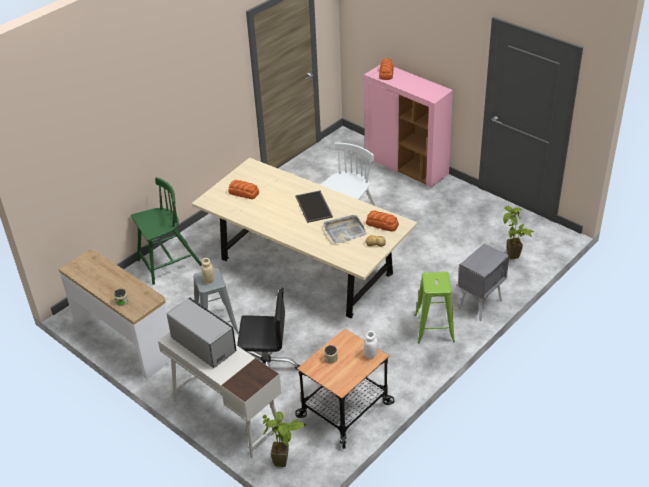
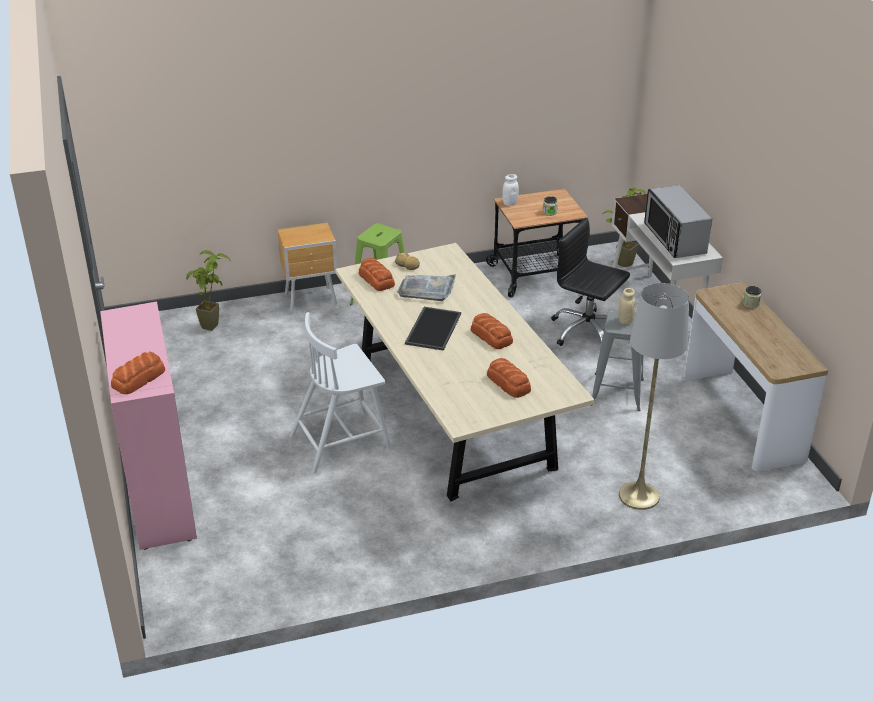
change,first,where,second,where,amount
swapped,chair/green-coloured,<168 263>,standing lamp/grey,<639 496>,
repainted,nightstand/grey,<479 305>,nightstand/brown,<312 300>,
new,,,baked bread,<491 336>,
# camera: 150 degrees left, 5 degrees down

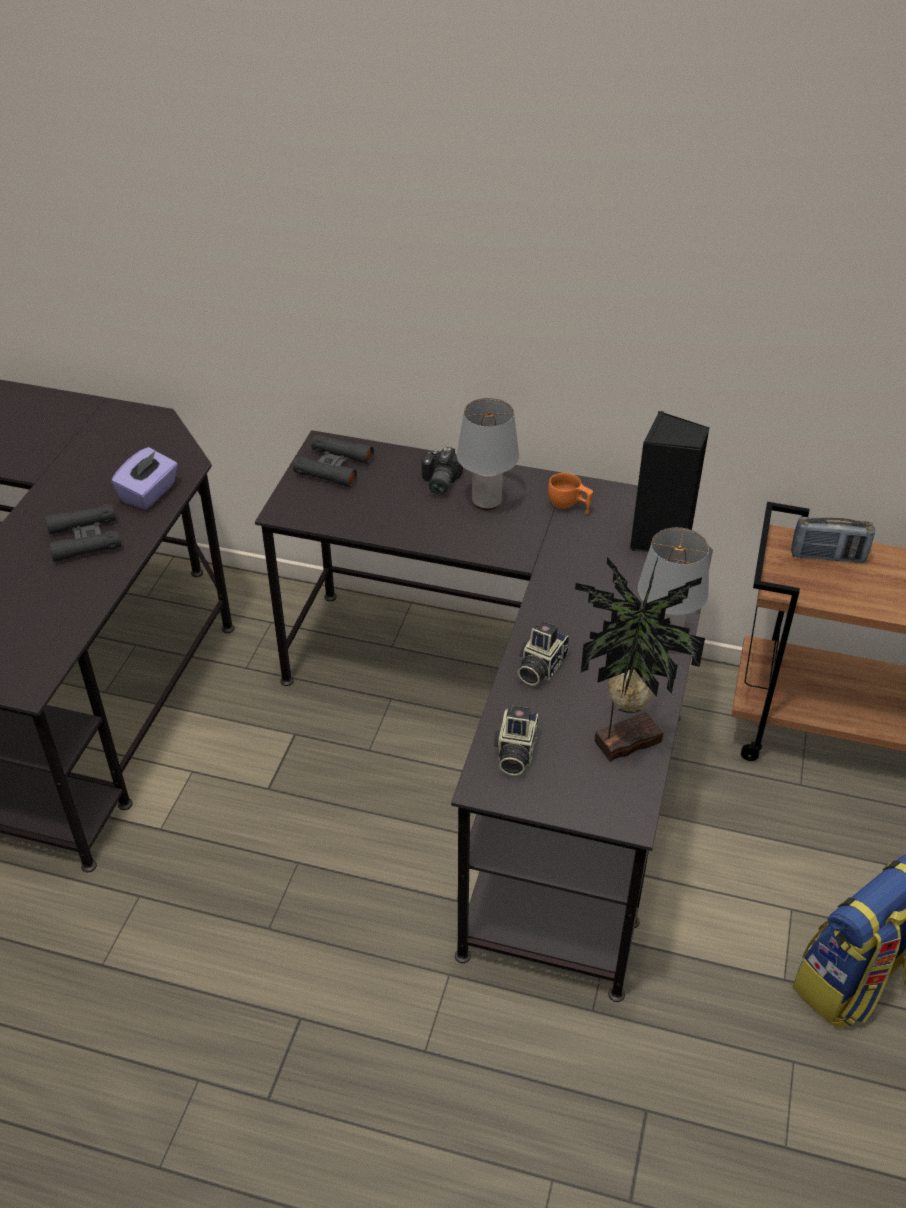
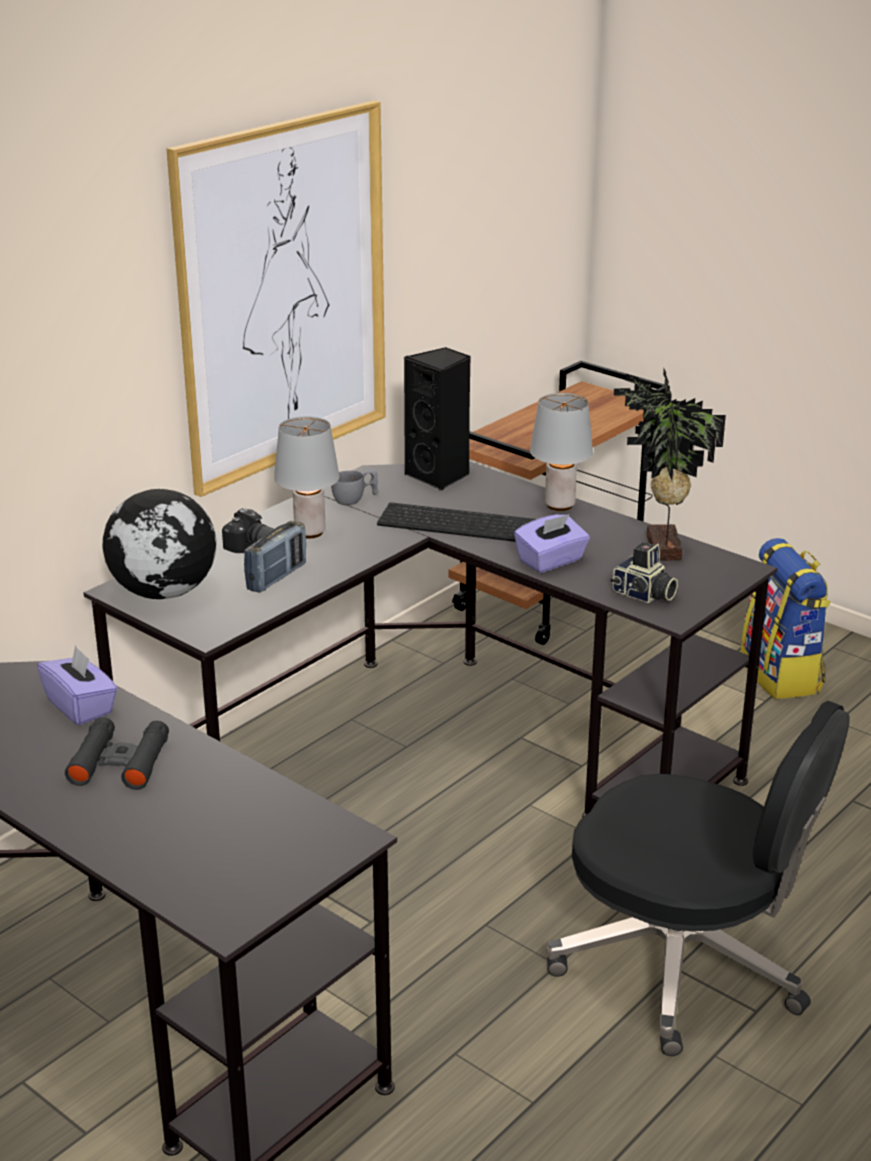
change,first,where,second,where,amount
swapped,field glasses/black,<334 467>,world globe,<165 592>,
repainted,small cup/orangey,<569 506>,small cup/grey,<355 499>,
shifted,radio set,<827 556>,,<277 577>,
swapped,photo camera,<539 667>,box of tissues/purplish,<551 561>,
new,,,wall art,<284 296>,
new,,,computer keyboard,<460 523>,
new,,,desk chair/black,<684 965>,
# camera: 65 degrees left, 15 degrees down

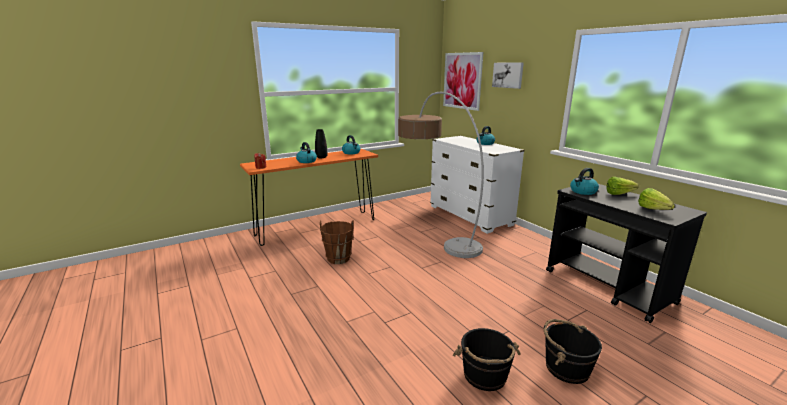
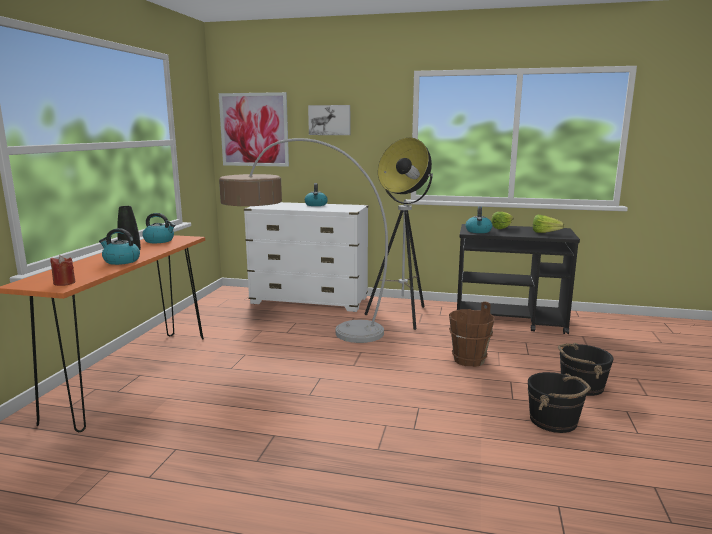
change,first,where,second,where,amount
shifted,bucket/brown,<338 258>,,<468 360>,
new,,,standing lamp,<402 316>,
# camera: 45 degrees left, 5 degrees down

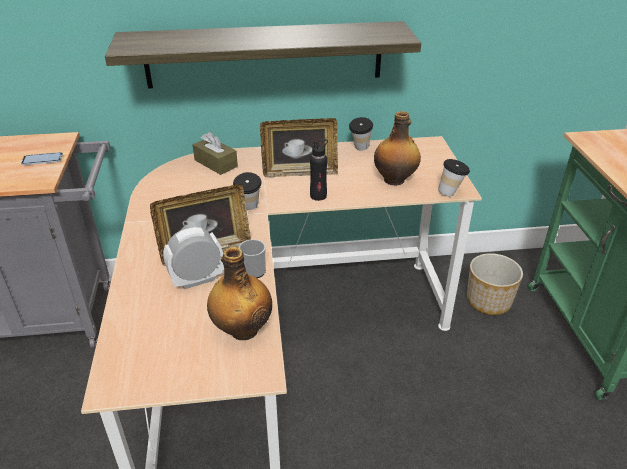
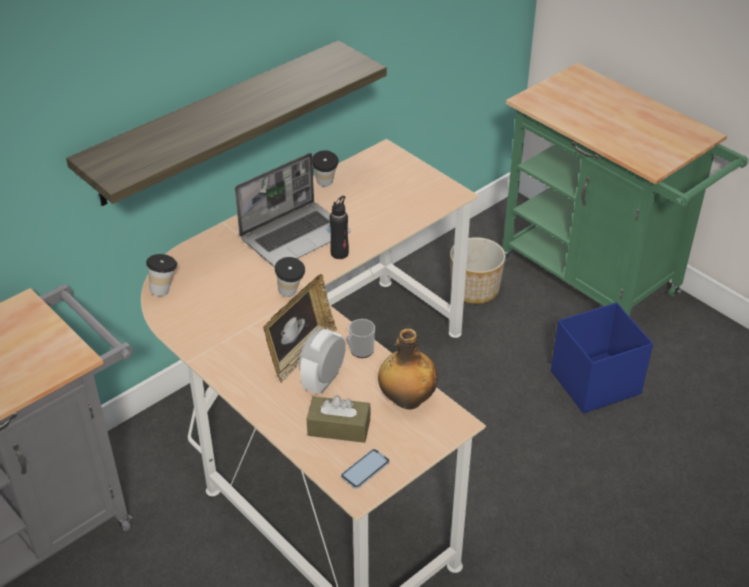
change,first,where,second,where,amount
gone,bottle,<395 180>,,,
swapped,standing frame,<300 172>,notebook computer,<295 235>,
shifted,box of tissues/brown,<216 163>,,<339 428>,
shifted,handset,<42 160>,,<365 470>,
shifted,small cup,<451 193>,,<165 289>,
new,,,storage bin/bluish,<593 383>,
# camera: 35 degrees left, 5 degrees up

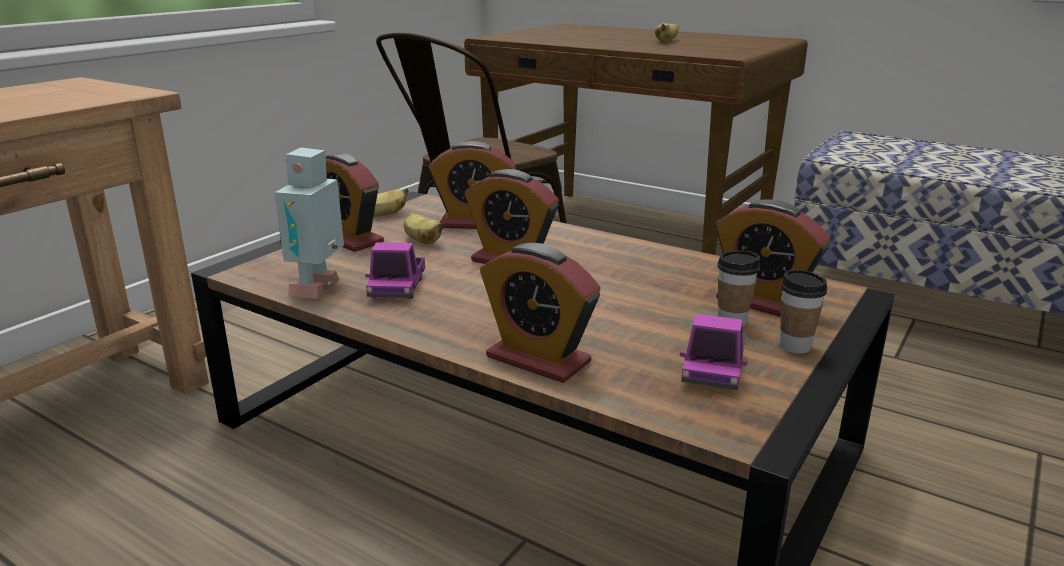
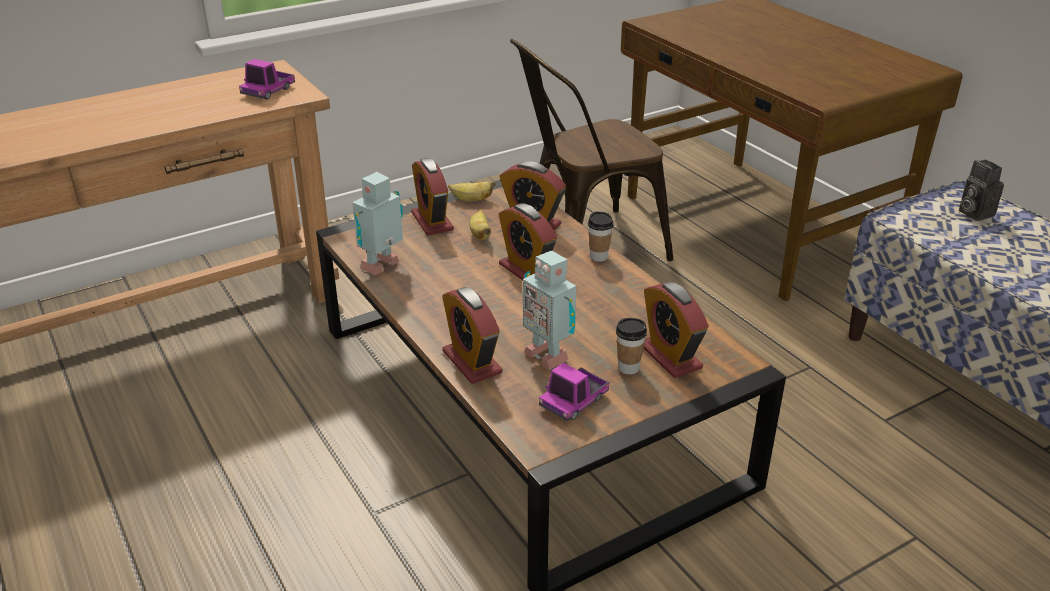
change,first,where,second,where,amount
gone,banana fruit,<666 41>,,,
shifted,toy lorry,<397 287>,,<268 91>,
shifted,small cup,<795 346>,,<599 257>,
new,,,photo camera,<973 213>,
new,,,robot figure,<548 354>,
# camera: 25 degrees right, 10 degrees up

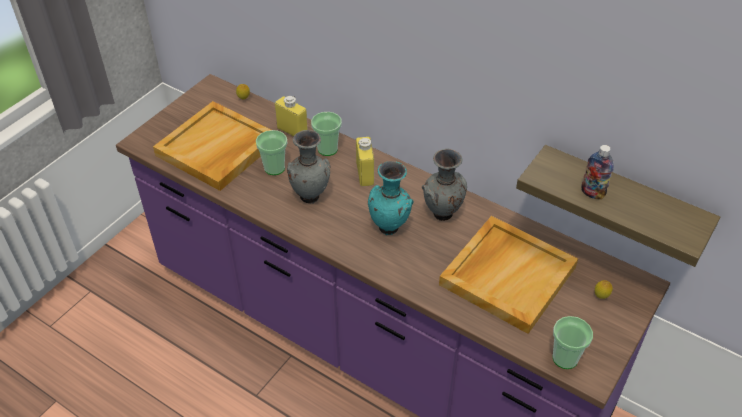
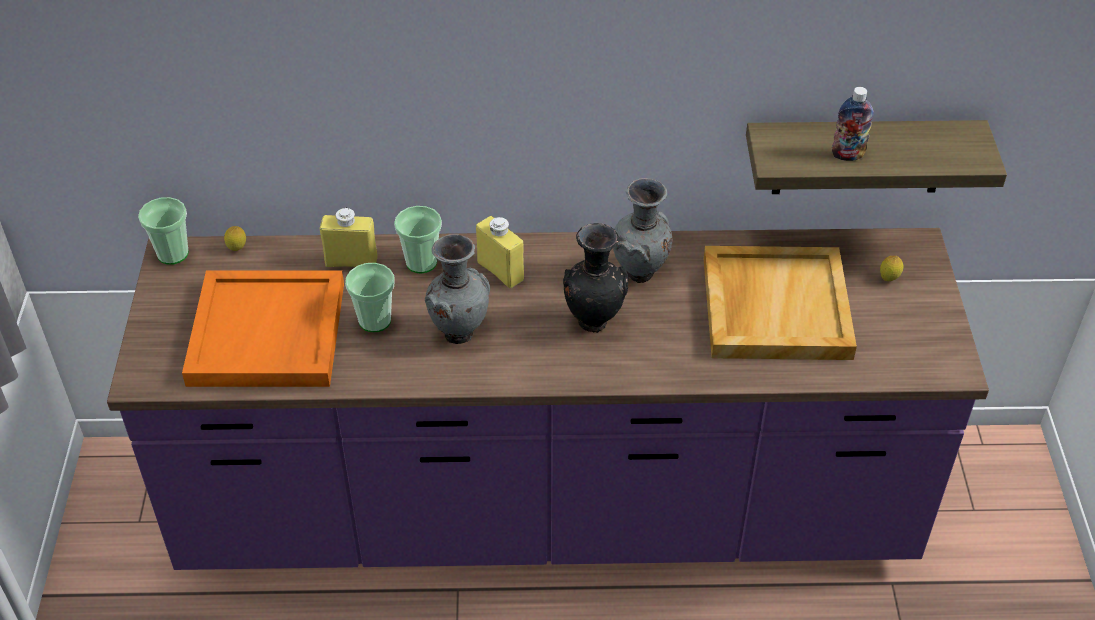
change,first,where,second,where,amount
repainted,carrying tray/beige,<217 149>,carrying tray/orangey,<268 334>,
repainted,decorative vase/blue-green,<390 228>,decorative vase/black,<594 321>,
shifted,small cup,<565 358>,,<173 254>,
# camera: 35 degrees left, 0 degrees up

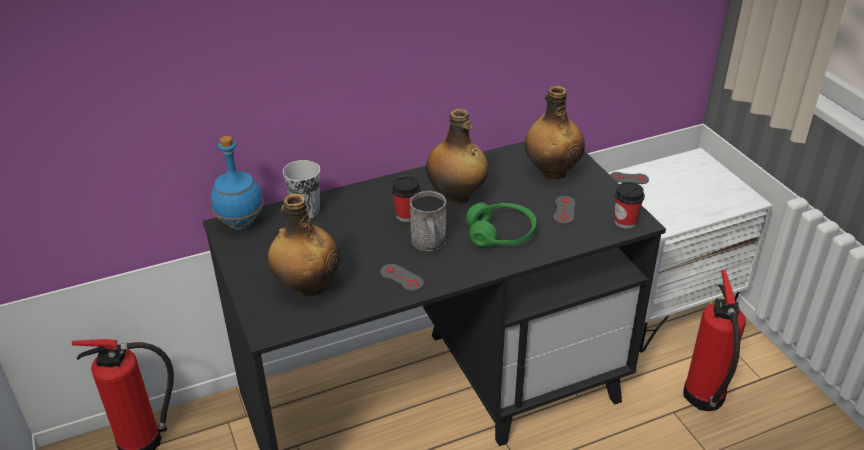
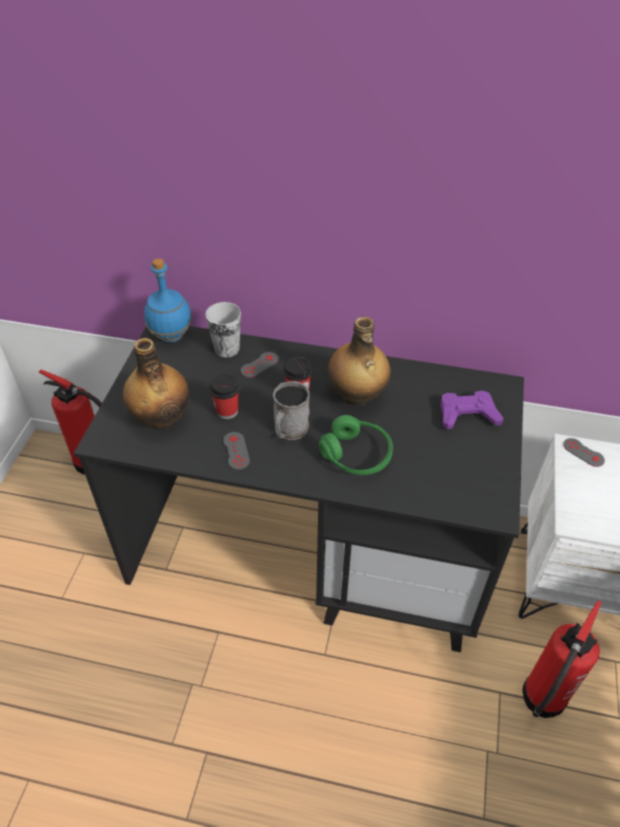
change,first,where,second,where,amount
swapped,bottle,<552 171>,game controller/purplish,<467 414>,
shifted,small cup,<625 222>,,<227 411>,
shifted,game controller/grey,<564 210>,,<259 365>,
# camera: 35 degrees right, 10 degrees up

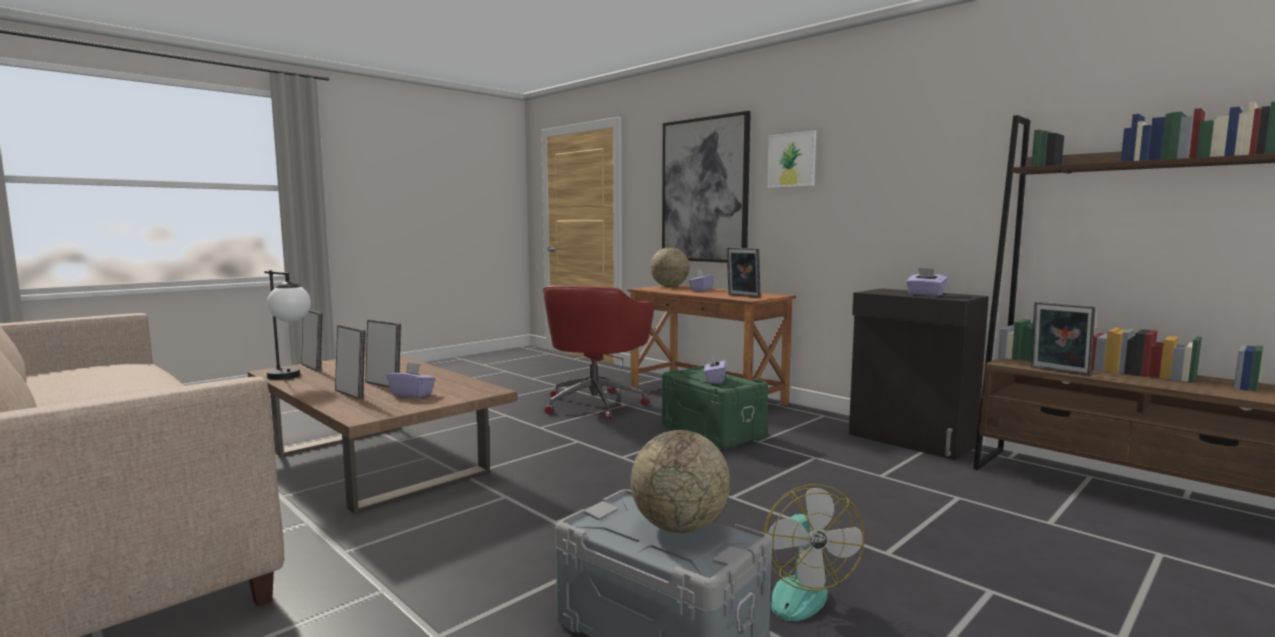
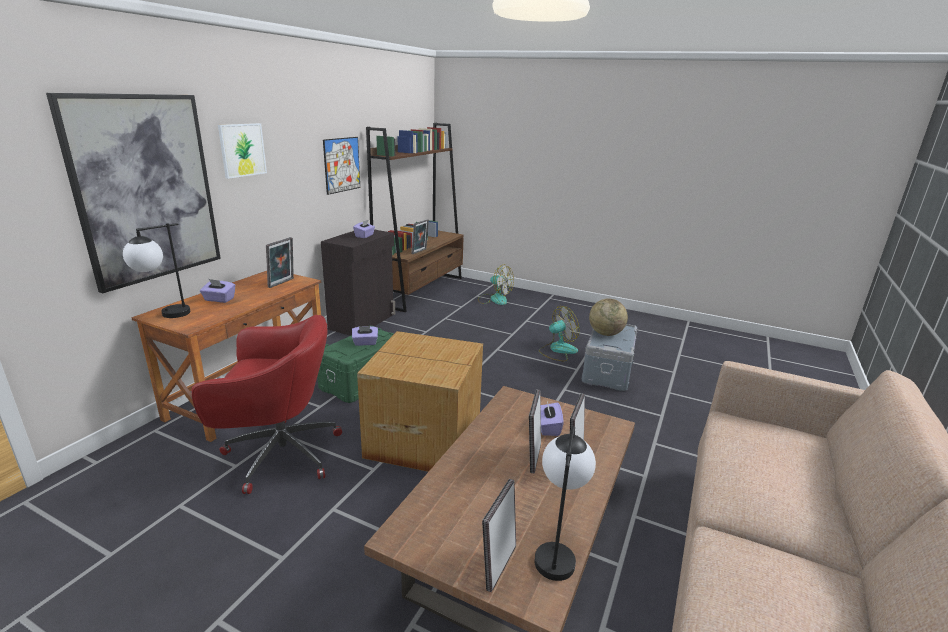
change,first,where,second,where,amount
swapped,world globe,<669 286>,tabletop lamp,<165 316>,
new,,,wall art,<342 165>,
new,,,electric fan,<494 299>,
new,,,cardboard box,<423 437>,
# camera: 110 degrees left, 15 degrees up

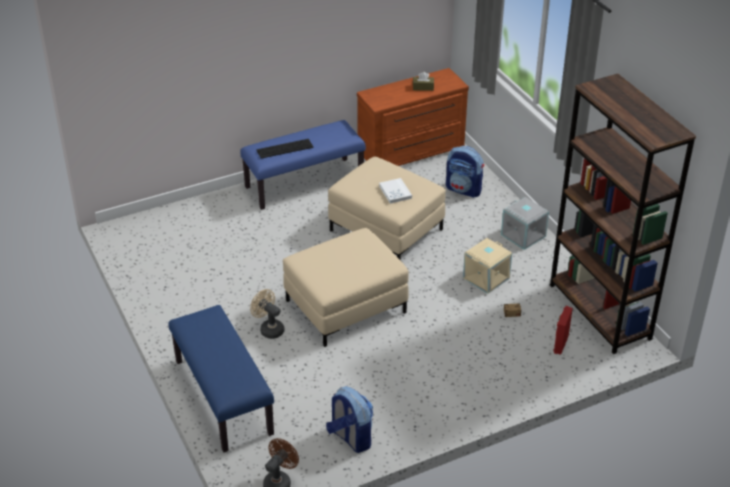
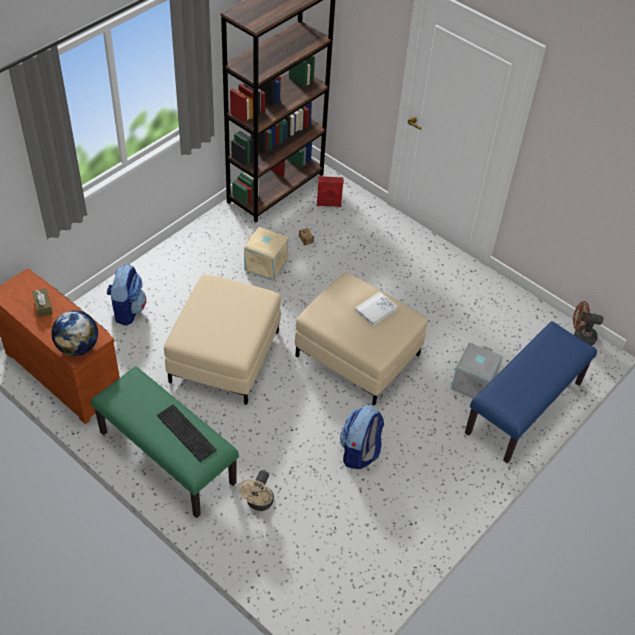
change,first,where,second,where,amount
repainted,indoor bench/bluish,<304 183>,indoor bench/green-coloured,<166 458>,
shifted,book/white,<395 192>,,<376 310>,
shifted,storage bin/grey,<524 235>,,<472 383>,
shifted,electric fan/beige,<269 329>,,<258 503>,
shifted,rucksack,<350 438>,,<360 452>,
new,,,world globe,<77 347>,
# camera: 115 degrees left, 10 degrees up

